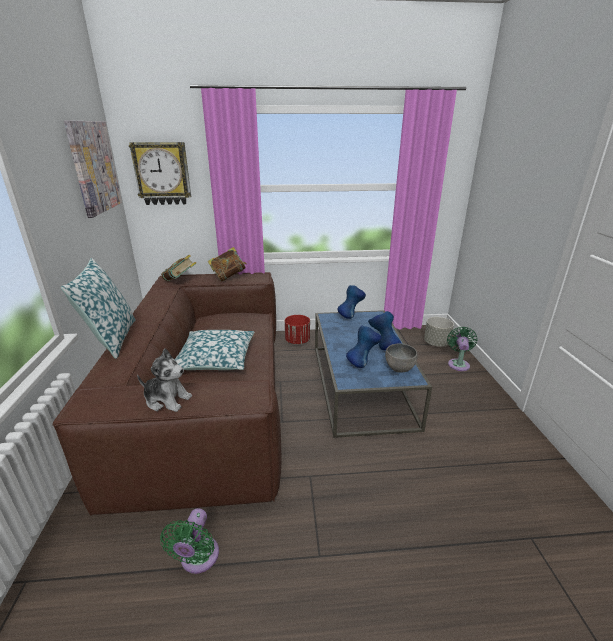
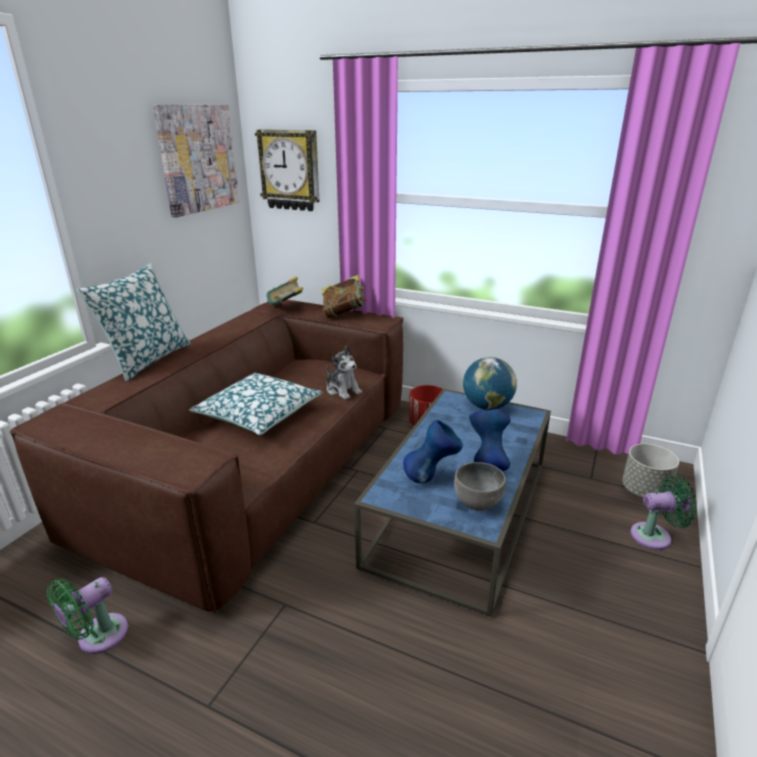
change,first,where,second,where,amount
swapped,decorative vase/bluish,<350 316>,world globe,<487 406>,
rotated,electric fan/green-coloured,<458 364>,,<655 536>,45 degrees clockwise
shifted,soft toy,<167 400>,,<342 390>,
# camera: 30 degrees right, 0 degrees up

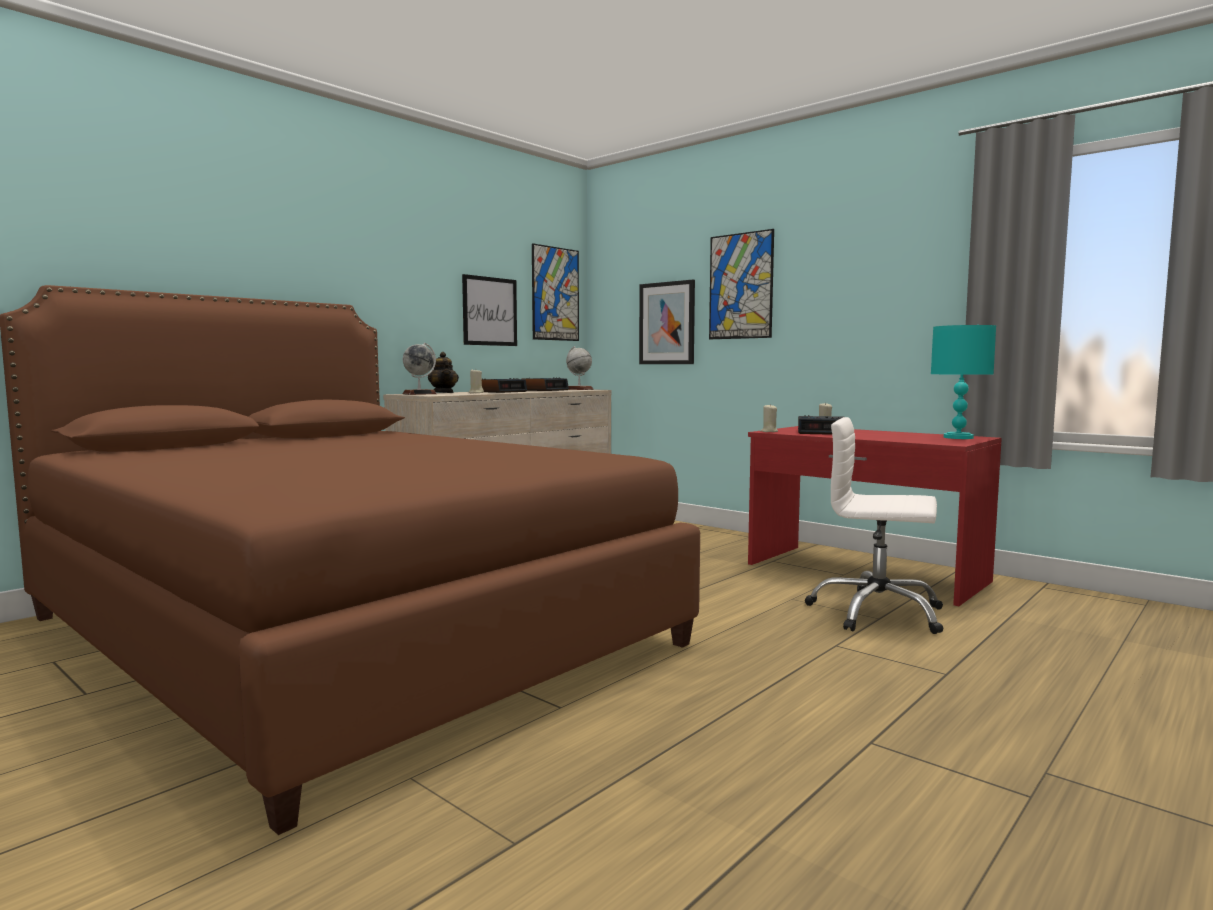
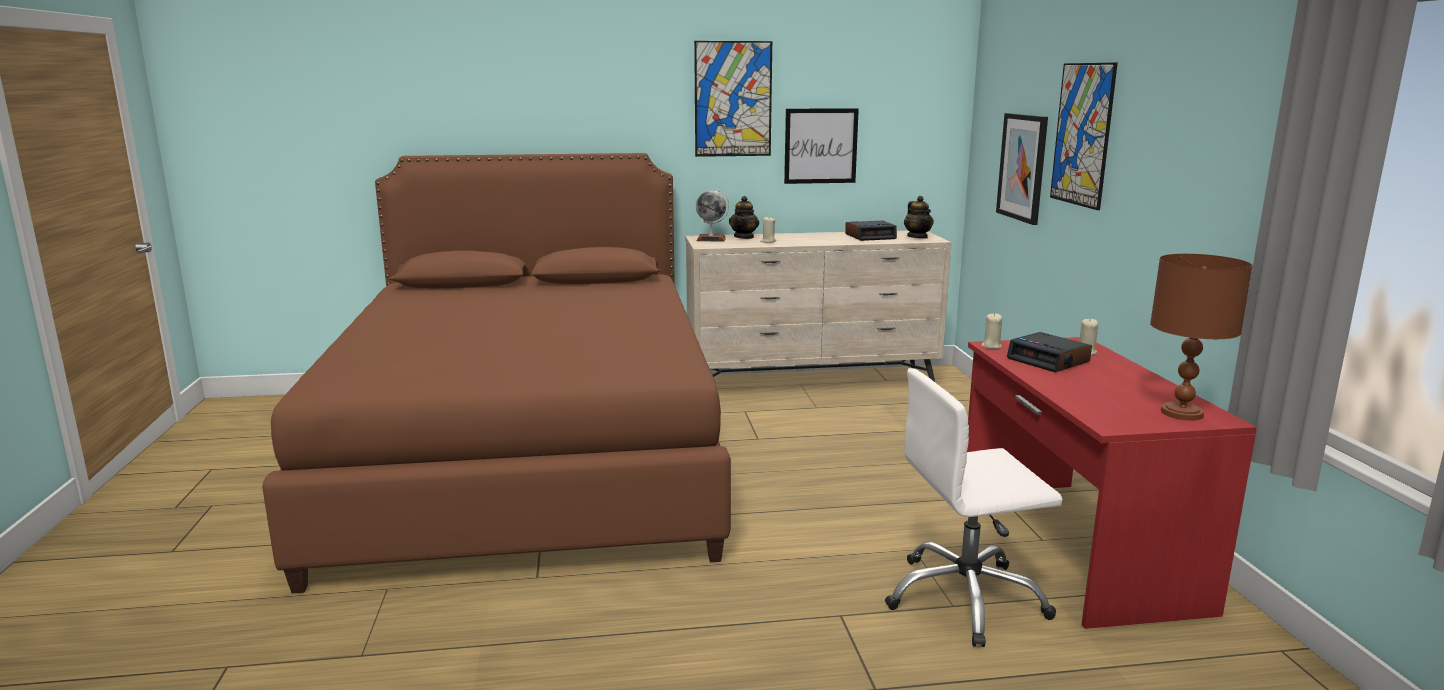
change,first,where,second,where,amount
shifted,wall art,<555 294>,,<733 99>,
repainted,tabletop lamp/blue-green,<957 437>,tabletop lamp/brown,<1180 413>,
swapped,world globe,<579 389>,teapot,<917 237>,
gone,bedside clock,<501 391>,,,
rotated,desk chair/white,<876 613>,,<965 599>,75 degrees counterclockwise
# camera: 40 degrees right, 10 degrees up

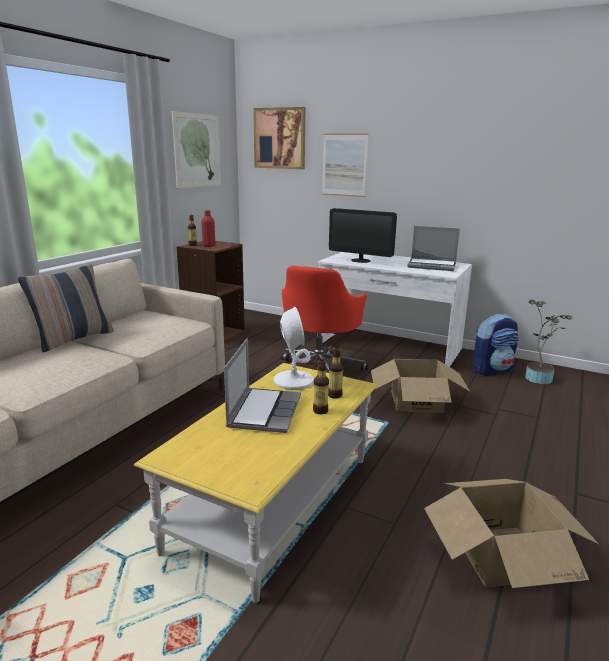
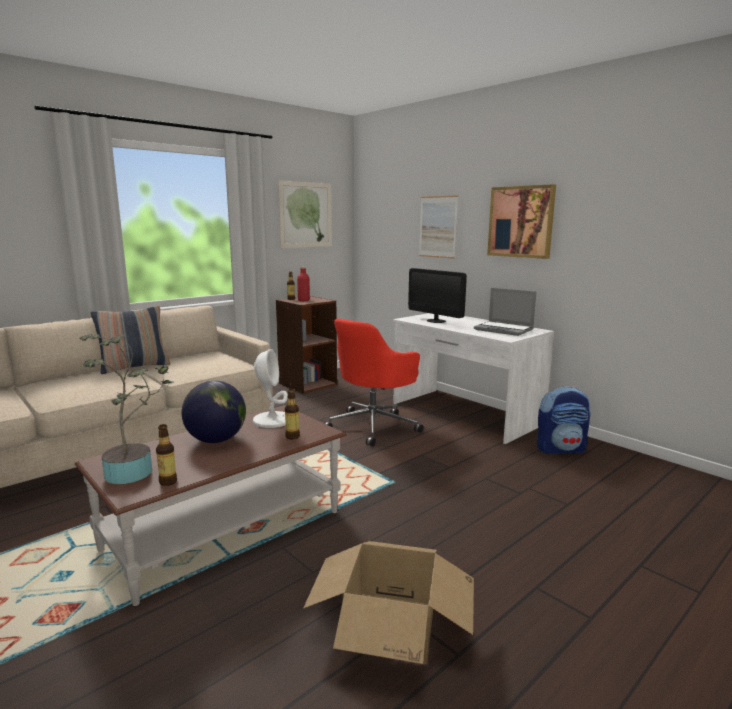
change,first,where,second,where,amount
shifted,wall art,<280 138>,,<521 222>,
shifted,potted plant,<539 377>,,<134 471>,
swapped,notebook computer,<264 411>,world globe,<216 440>,
shifted,bottle,<320 411>,,<168 482>,
gone,cardboard box,<416 401>,,,
repainted,coffee table/yellowish,<274 502>,coffee table/brown,<225 530>,
# camera: 20 degrees right, 5 degrees down

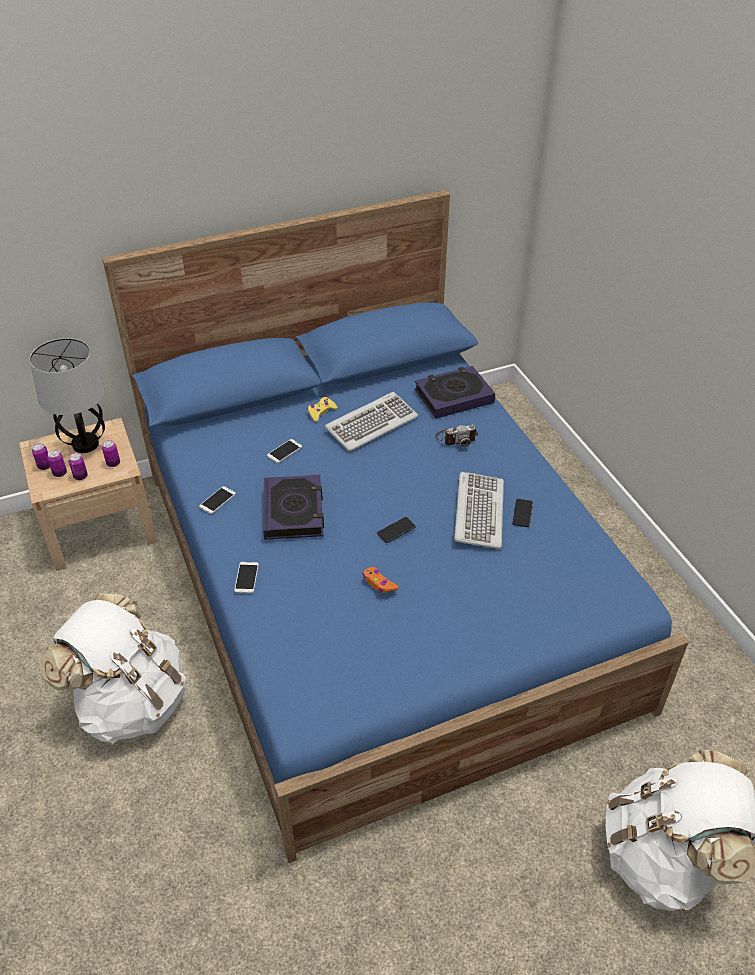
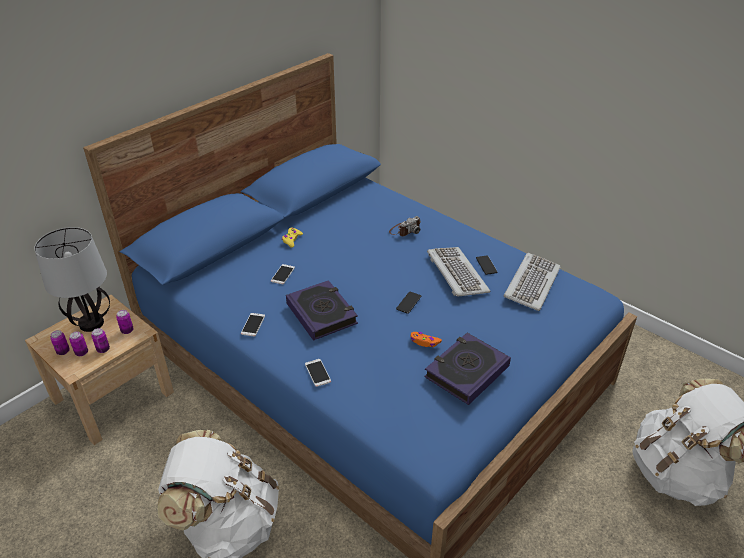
change,first,where,second,where,amount
shifted,book,<453 396>,,<466 371>,
shifted,computer keyboard,<371 424>,,<531 283>,
# camera: 25 degrees left, 5 degrees down

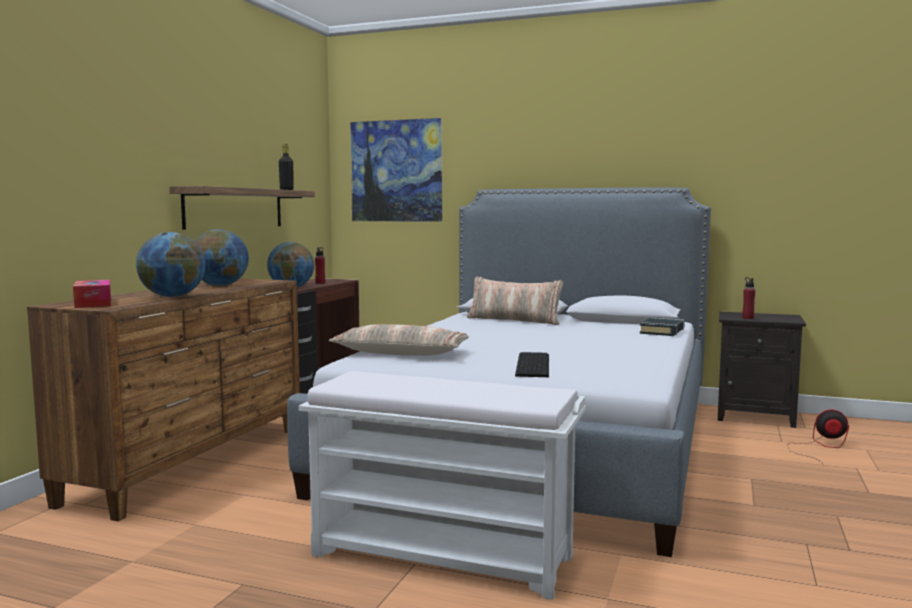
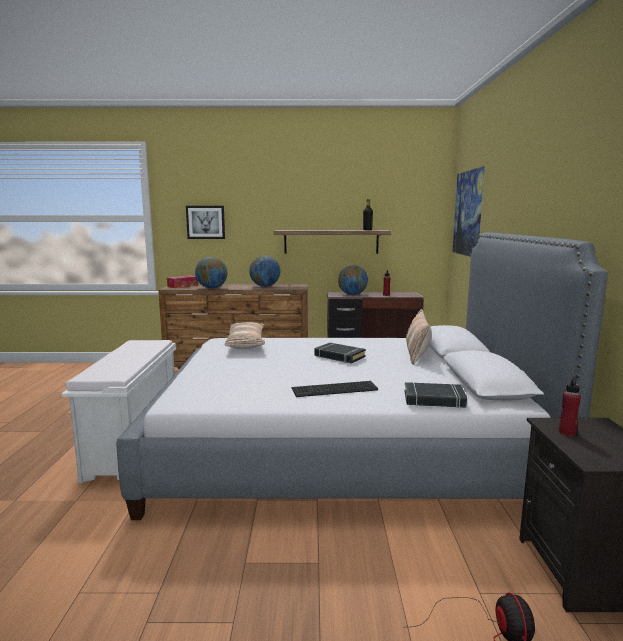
change,first,where,second,where,amount
shifted,computer keyboard,<535 365>,,<336 389>,
new,,,wall art,<205 222>,
new,,,book/black,<339 356>,
# camera: 70 degrees right, 5 degrees up

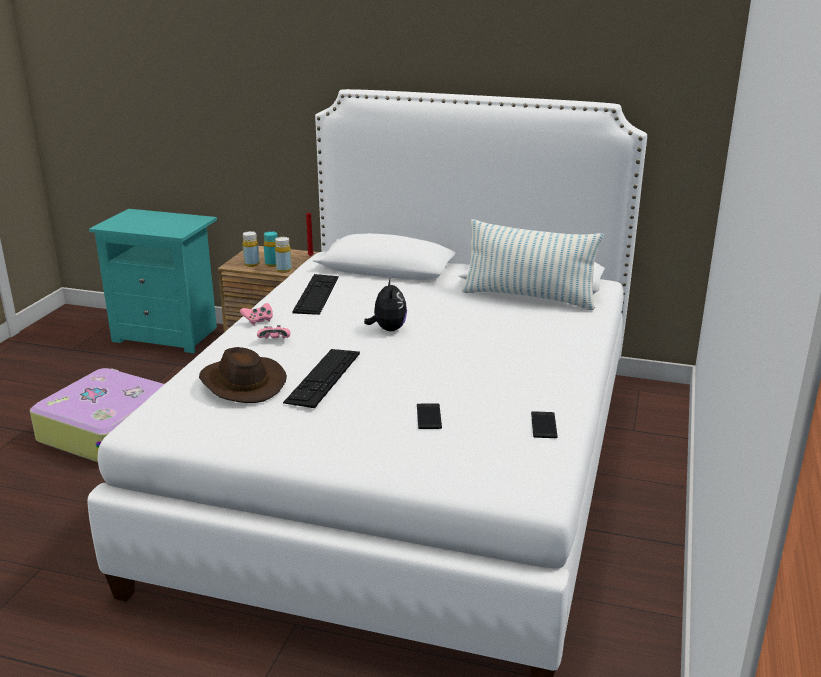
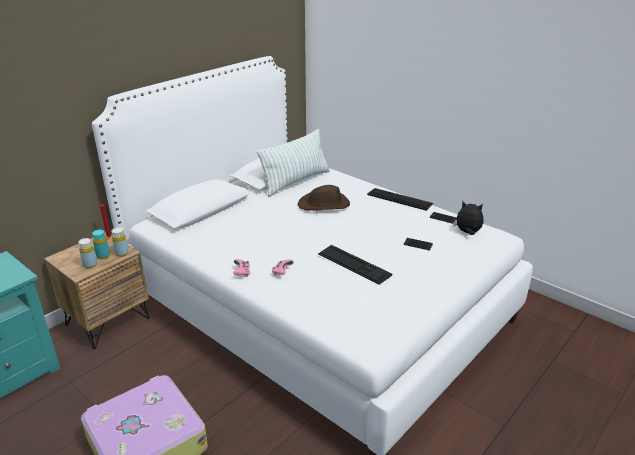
change,first,where,second,where,amount
shifted,computer keyboard,<316 294>,,<399 199>,
shifted,soft toy,<388 329>,,<467 232>,
shifted,hat/brown,<241 383>,,<324 204>,
# camera: 65 degrees left, 5 degrees up

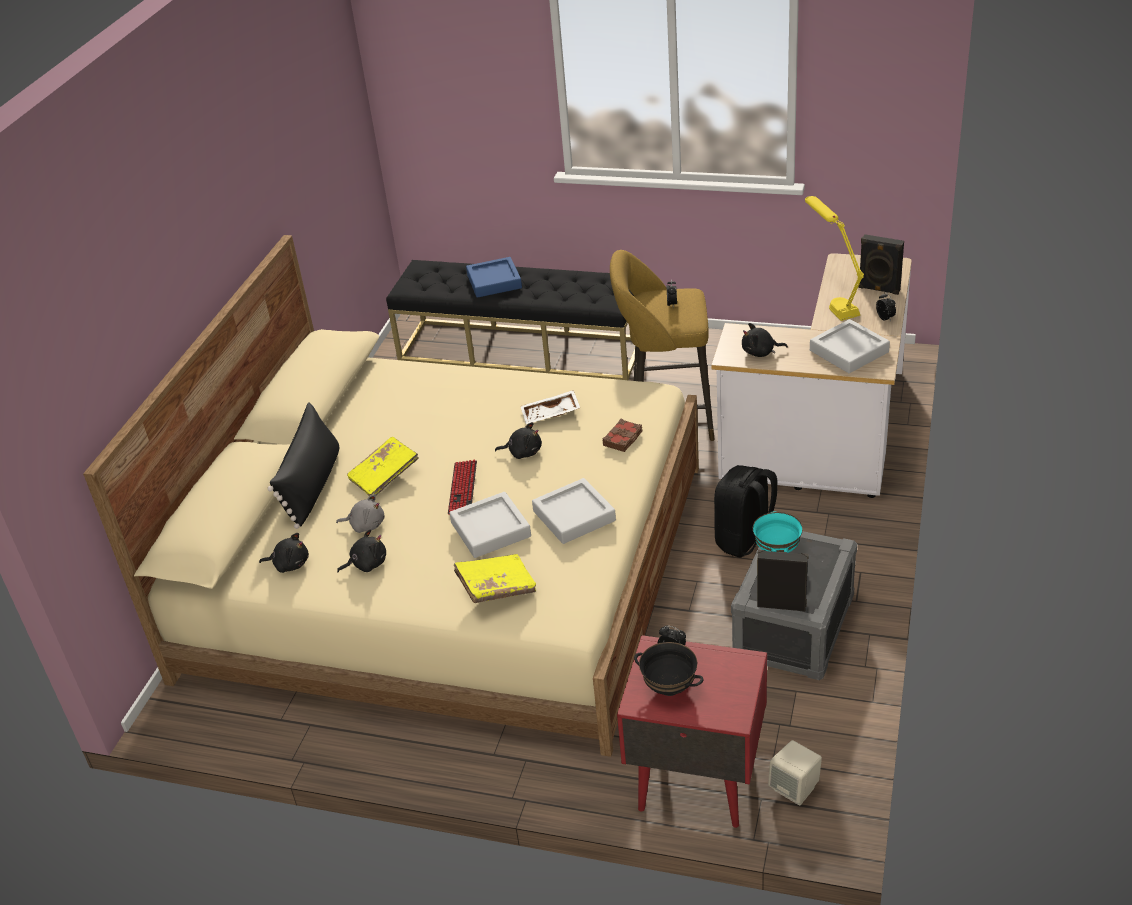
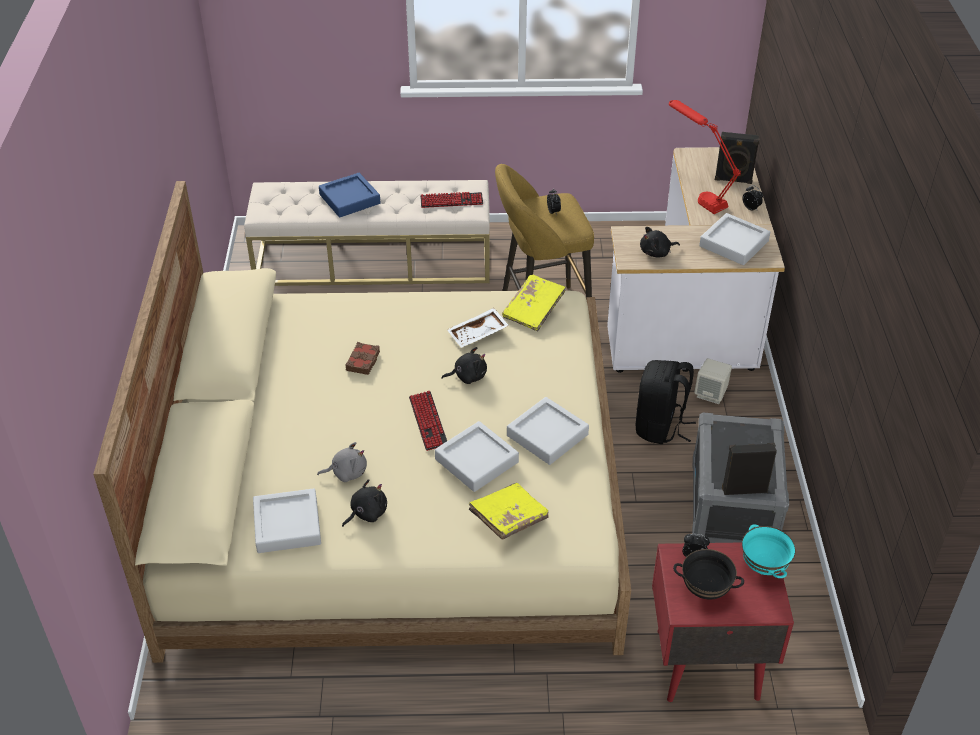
change,first,where,second,where,amount
repainted,tabletop lamp/yellowish,<832 300>,tabletop lamp/reddish,<697 194>,
repainted,indoor bench/black,<521 350>,indoor bench/beige,<374 261>,
gone,throw pillow/black,<312 485>,,,
shifted,book/brown,<623 439>,,<363 361>,
shifted,book/yellowish,<384 476>,,<534 310>,
shifted,deep dish/blue-green,<777 551>,,<764 567>,
swapped,soft toy/black,<289 564>,carrying tray/grey,<287 525>,
shifted,speaker/beige,<795 788>,,<711 394>,
new,,,computer keyboard,<451 201>,
# camera: 20 degrees left, 5 degrees up

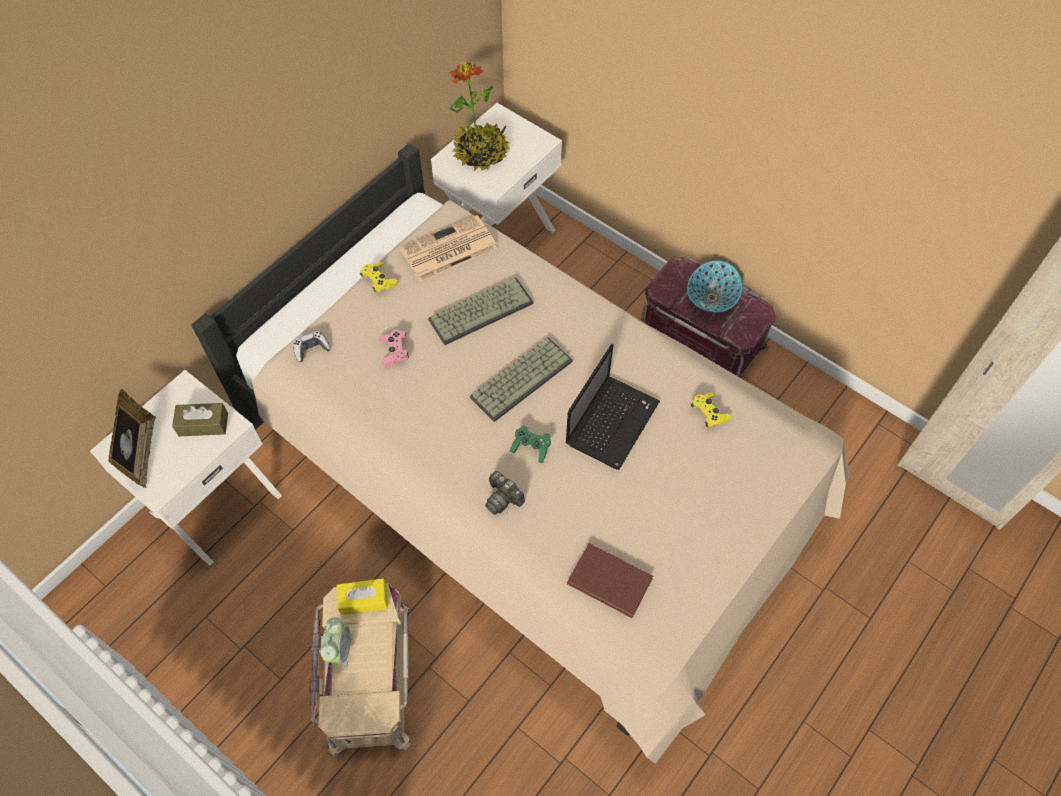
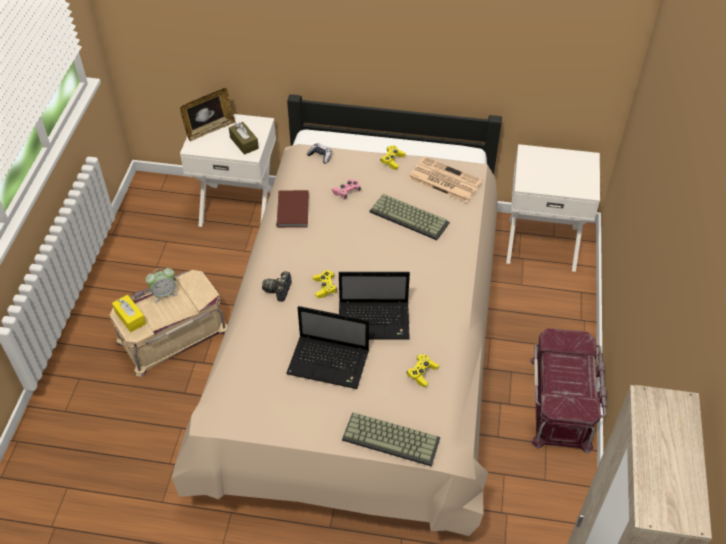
change,first,where,second,where,amount
gone,potted plant,<481 153>,,,
gone,deep dish,<711 298>,,,
shifted,computer keyboard,<521 377>,,<392 438>,
repainted,game controller/green-coloured,<531 447>,game controller/yellowish,<324 287>,
shifted,book/brown,<609 579>,,<294 210>,
shifted,box of tissues/yellowish,<363 600>,,<130 317>,
new,,,notebook computer,<330 363>,
# camera: 60 degrees right, 10 degrees down

